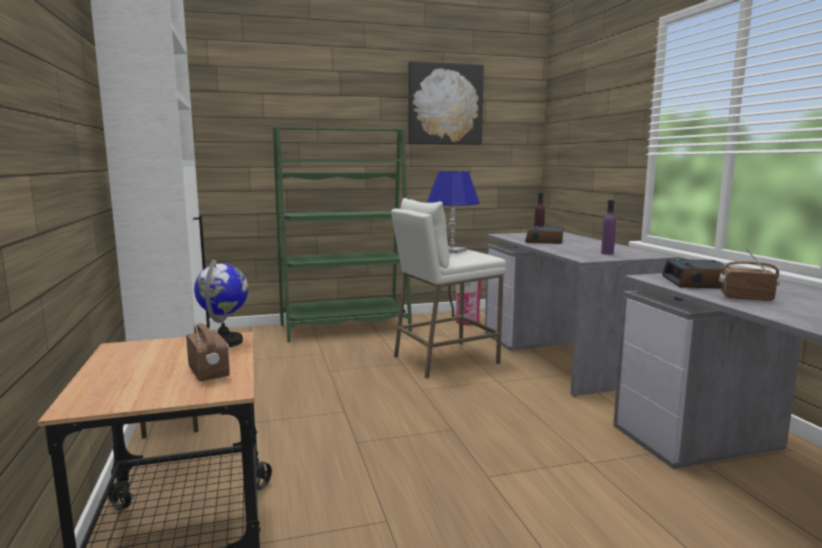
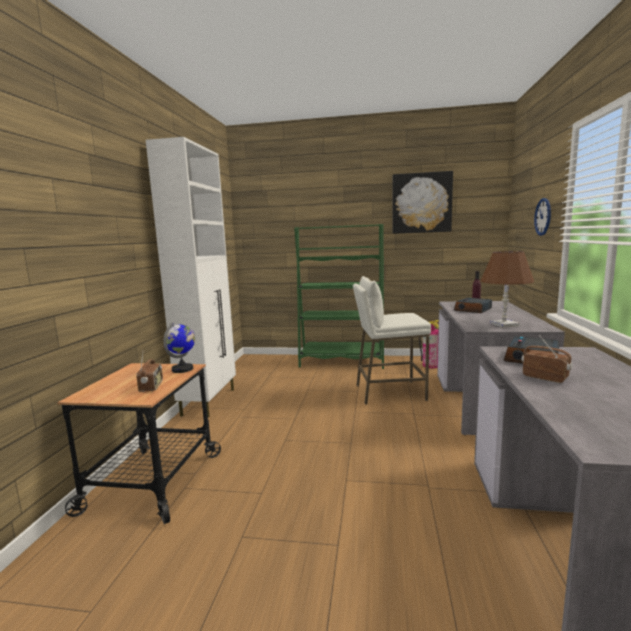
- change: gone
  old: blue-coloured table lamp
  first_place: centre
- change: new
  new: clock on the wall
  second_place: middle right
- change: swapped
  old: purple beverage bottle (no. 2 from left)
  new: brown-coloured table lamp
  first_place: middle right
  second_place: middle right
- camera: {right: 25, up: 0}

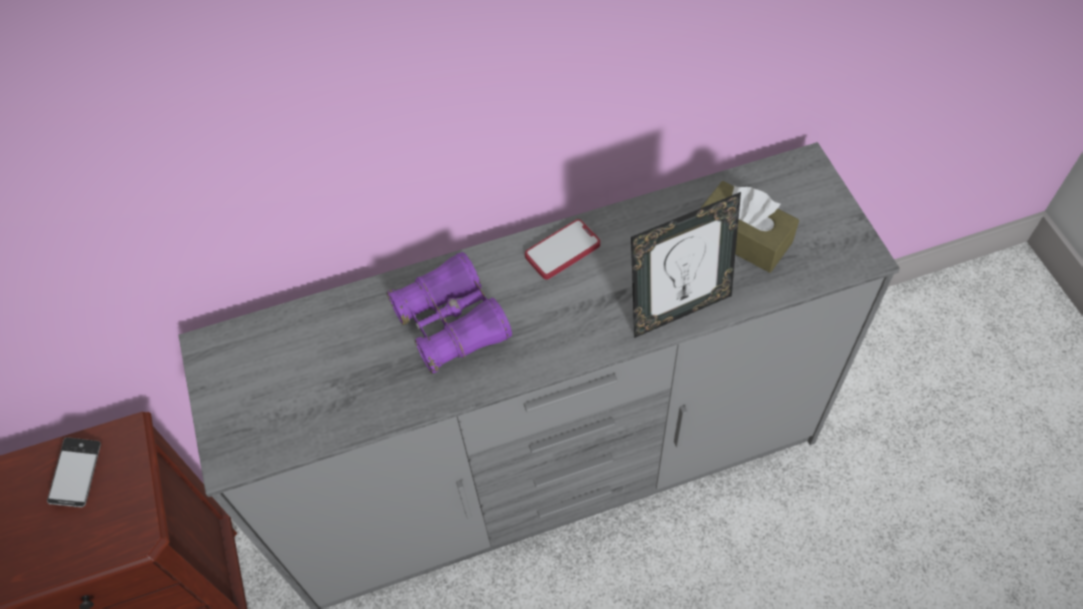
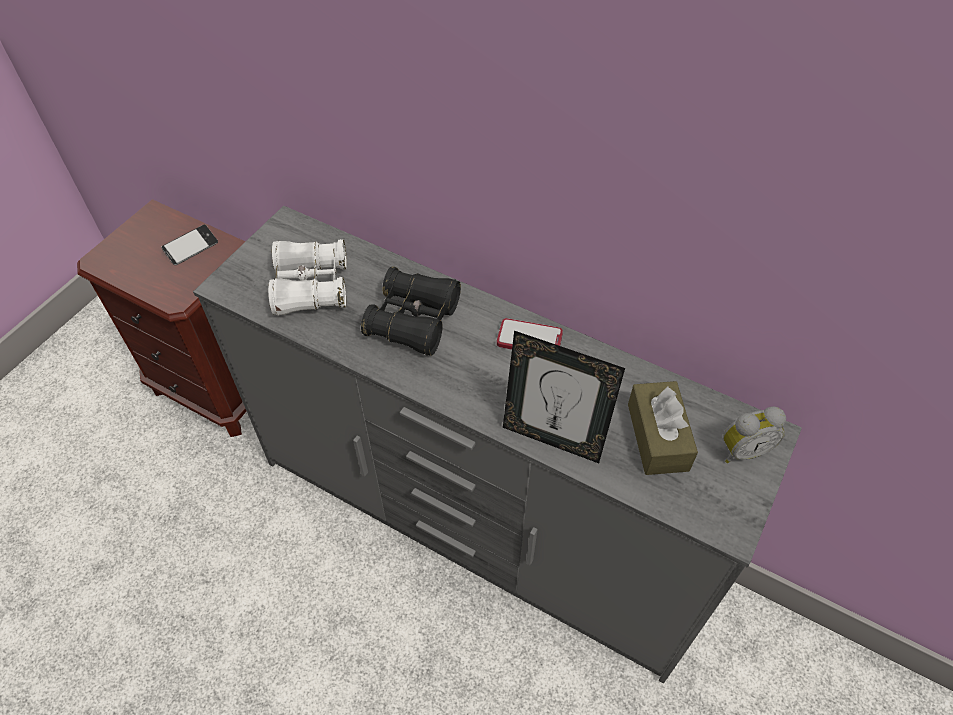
- change: new
  new: white pair of binoculars
  second_place: middle left
- change: new
  new: table clock
  second_place: middle right
- change: repainted
  old: purple pair of binoculars
  new: black-coloured pair of binoculars
  first_place: centre
  second_place: centre
- camera: {right: 45, up: -5}

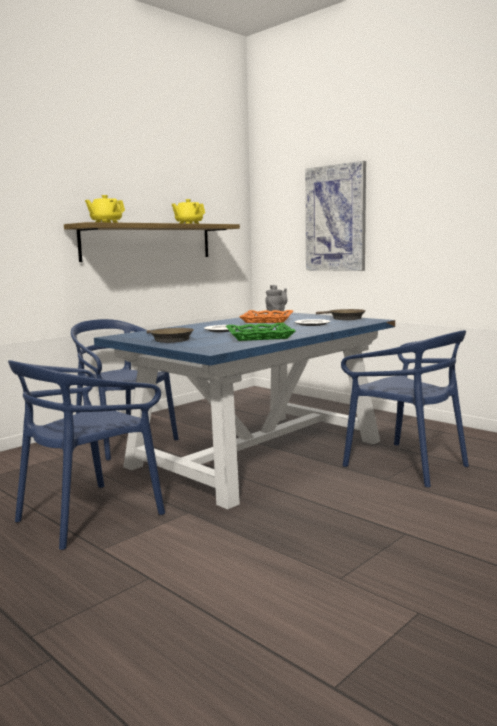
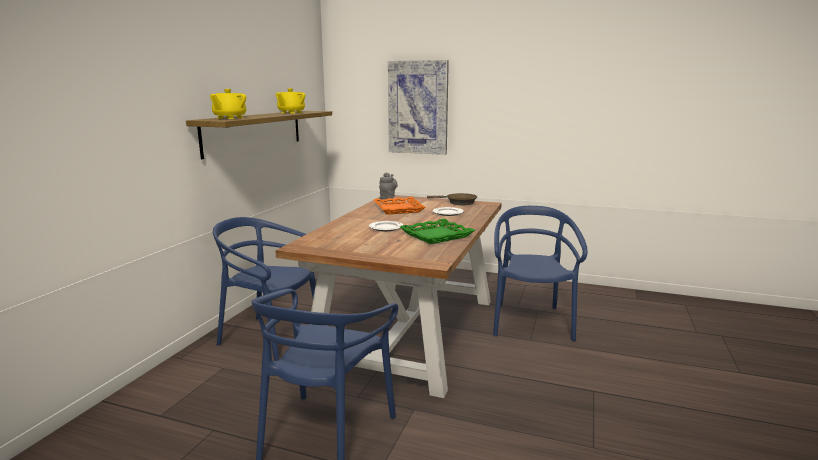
- change: gone
  old: brown-coloured frying pan (no. 1 from left)
  first_place: centre
- change: repainted
  old: blue-coloured kitchen table
  new: brown-coloured kitchen table
  first_place: centre
  second_place: centre
- change: rotated
  old: blue-coloured chair (no. 3 from left)
  first_place: middle right
  second_place: centre
  degrees: -105
- camera: {right: -25, up: 5}

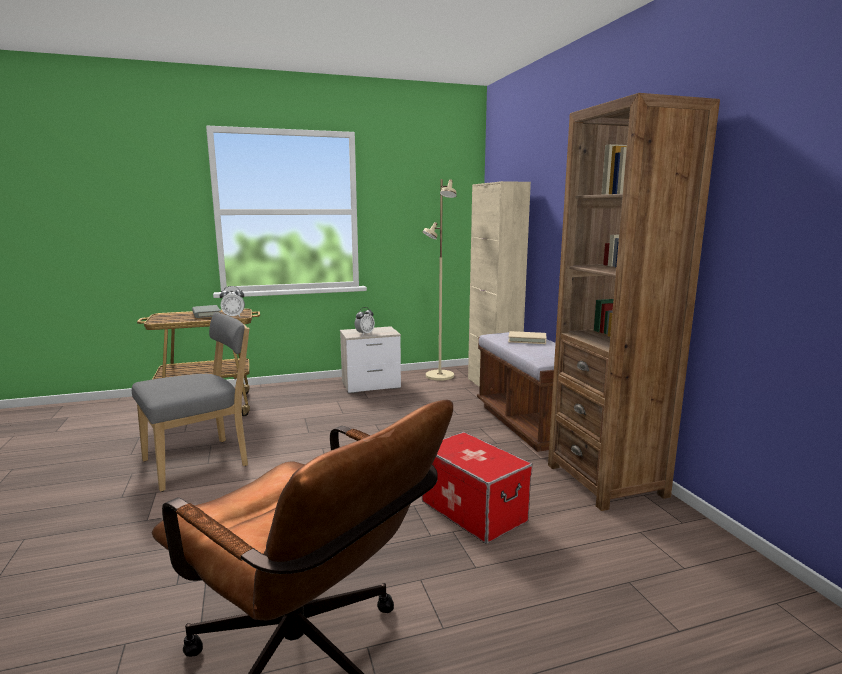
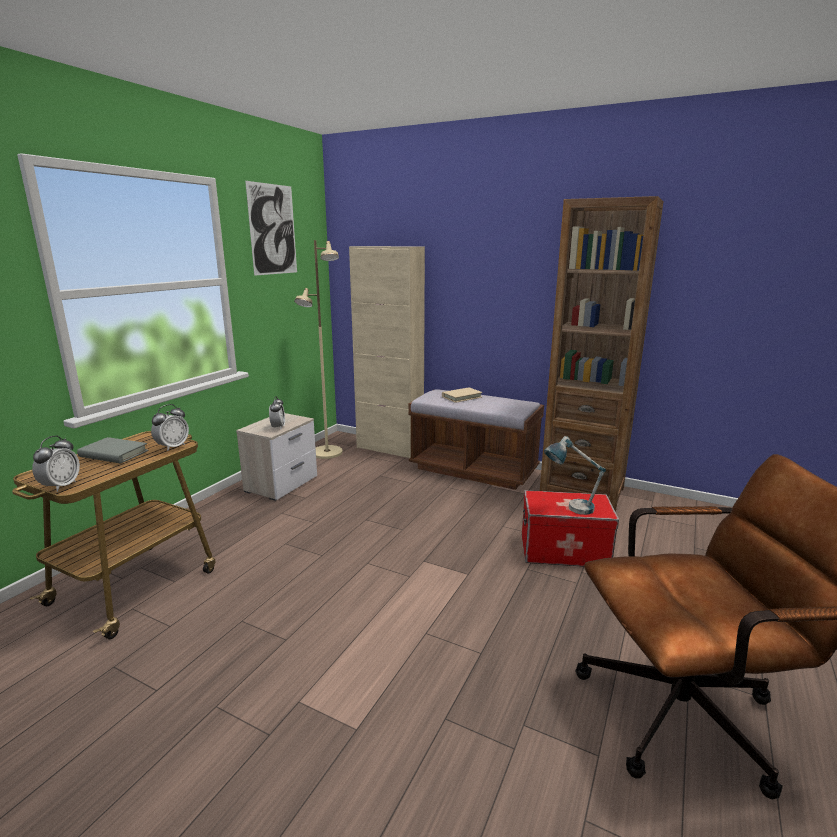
- change: gone
  old: grey chair
  first_place: middle left
- change: new
  new: table clock (no. 1 from left)
  second_place: middle left
- change: new
  new: picture
  second_place: top left
- change: new
  new: table lamp
  second_place: middle right
- camera: {right: -45, up: 5}

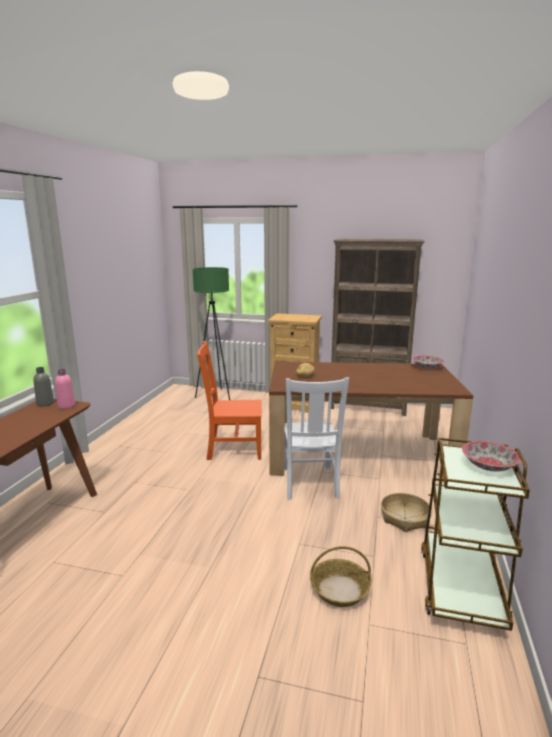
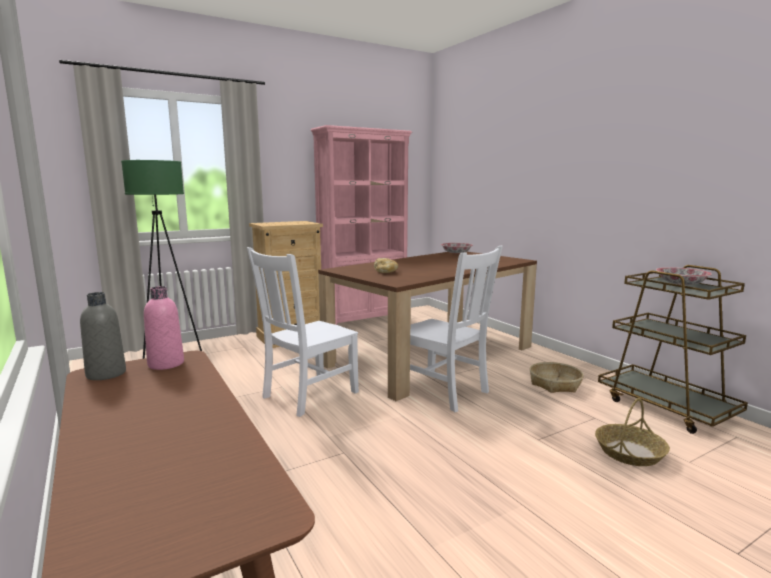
- change: repainted
  old: orangey chair
  new: white chair (no. 1 from left)
  first_place: centre
  second_place: centre
- change: repainted
  old: brown-coloured bookcase
  new: pinkish bookcase
  first_place: middle right
  second_place: centre
- camera: {right: -45, up: -5}

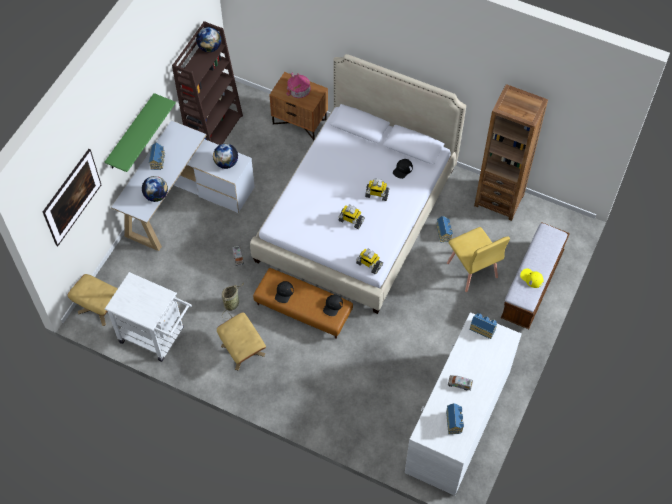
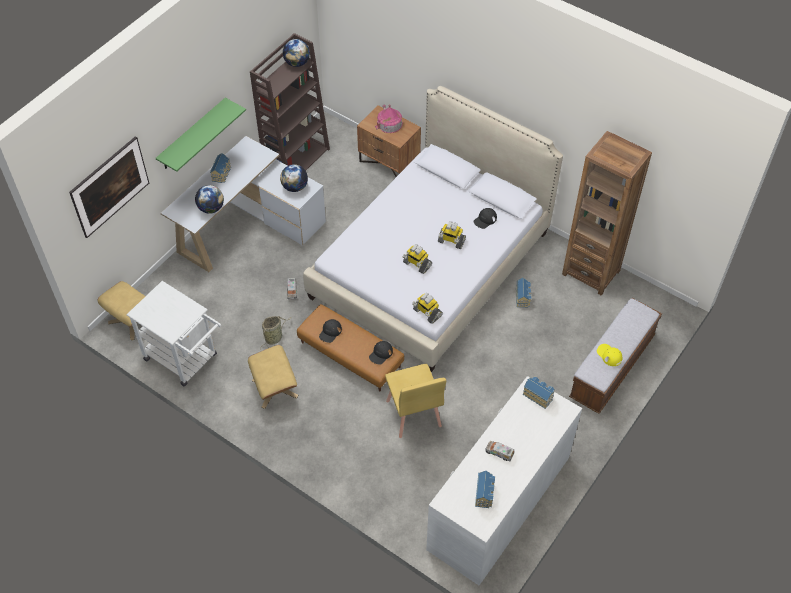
- change: shifted
  old: yellow-coloured chair
  first_place: middle right
  second_place: bottom centre
- camera: {right: 10, up: -5}

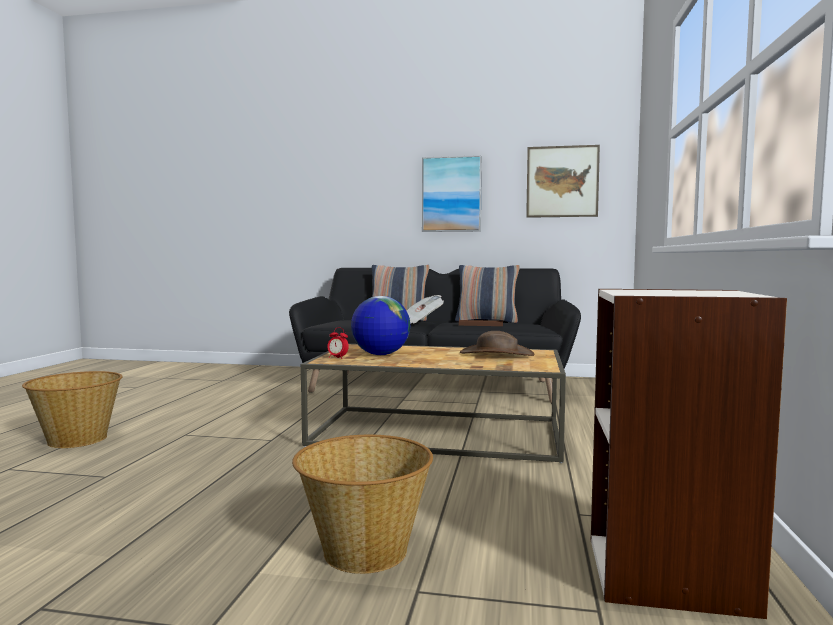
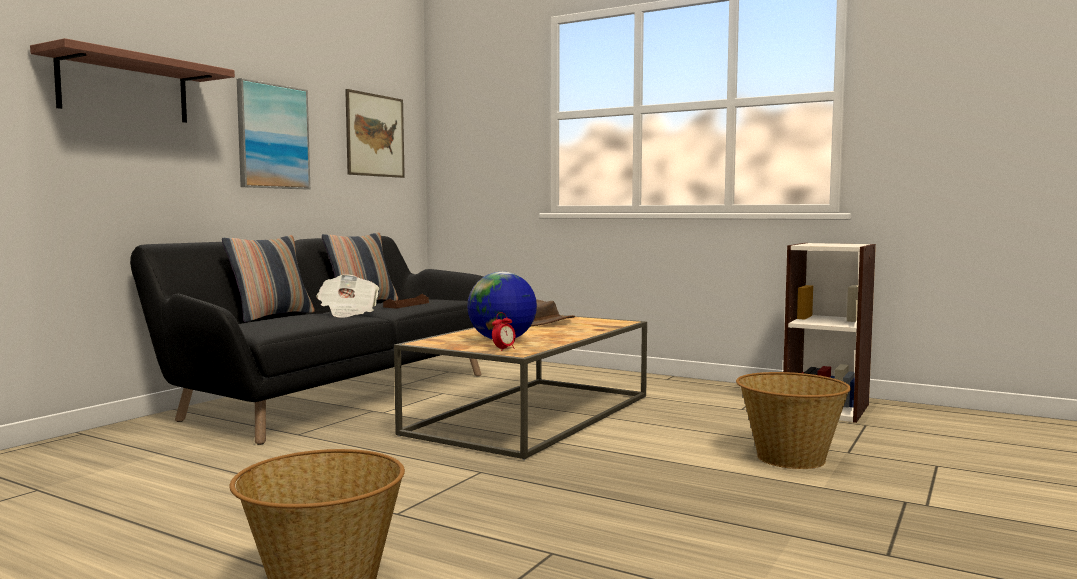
- change: new
  new: shelf
  second_place: top left
- camera: {right: -70, up: 0}

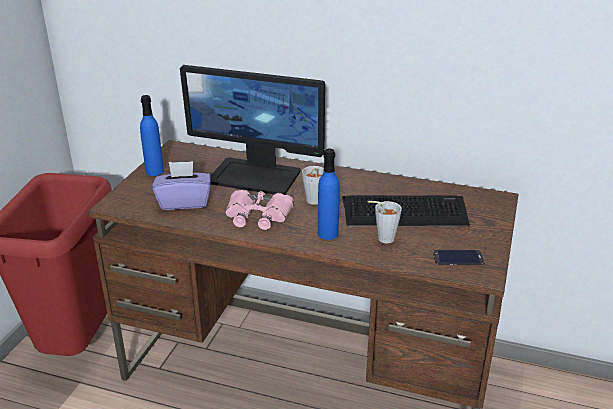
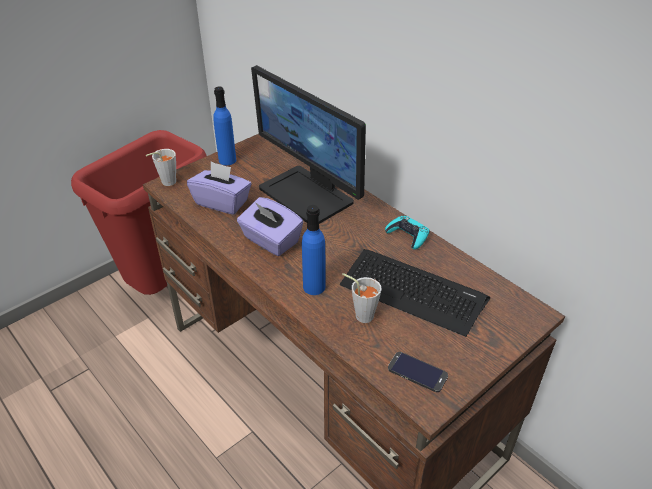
- change: new
  new: blue-green joypad
  second_place: centre
- change: shifted
  old: grey small cup (no. 1 from left)
  first_place: centre
  second_place: middle left
- change: swapped
  old: pinkish pair of binoculars
  new: purple tissue box (no. 2 from left)
  first_place: centre
  second_place: centre
- camera: {right: 30, up: 10}

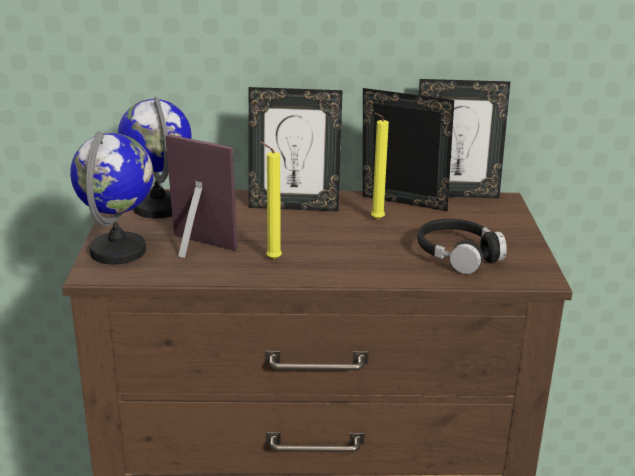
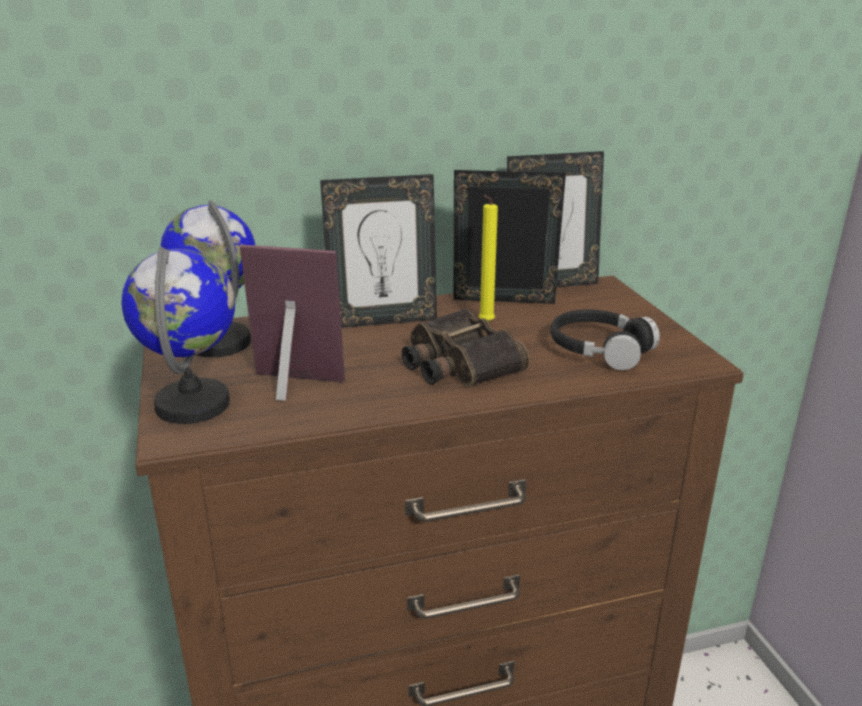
- change: gone
  old: yellow-coloured candle (no. 1 from left)
  first_place: centre
- change: new
  new: pair of binoculars
  second_place: centre
- camera: {right: -15, up: 0}

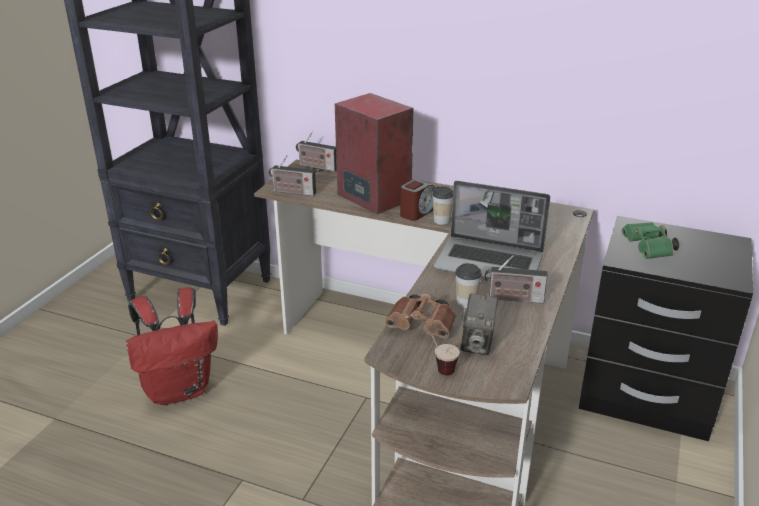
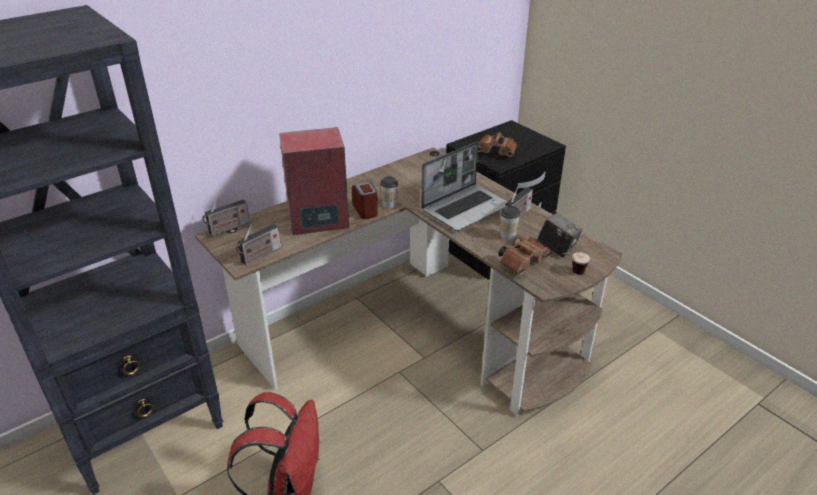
- change: repainted
  old: green pair of binoculars
  new: brown-coloured pair of binoculars (no. 1 from left)
  first_place: middle right
  second_place: top centre
- camera: {right: -60, up: 5}

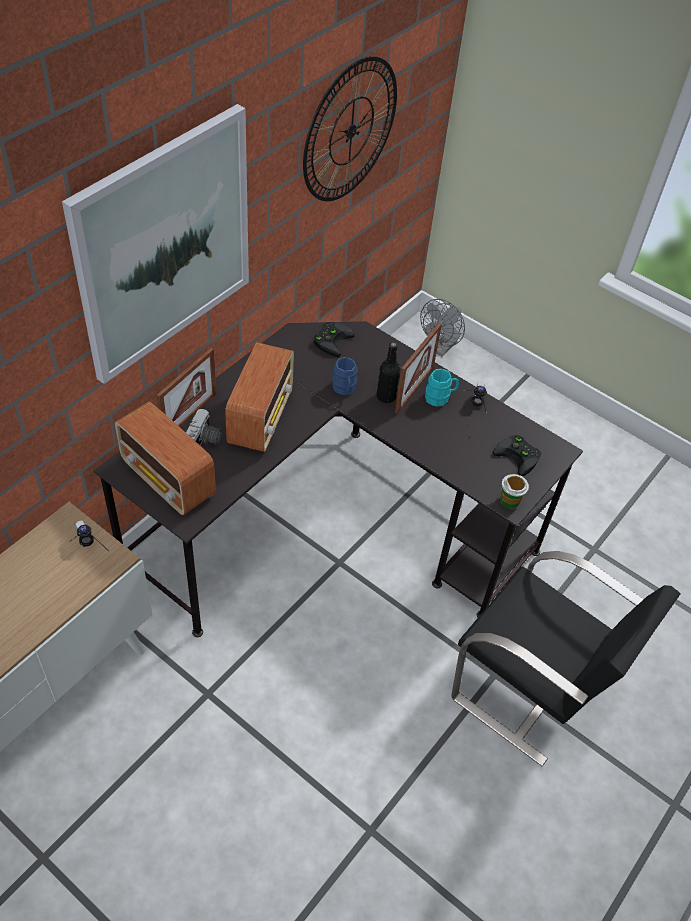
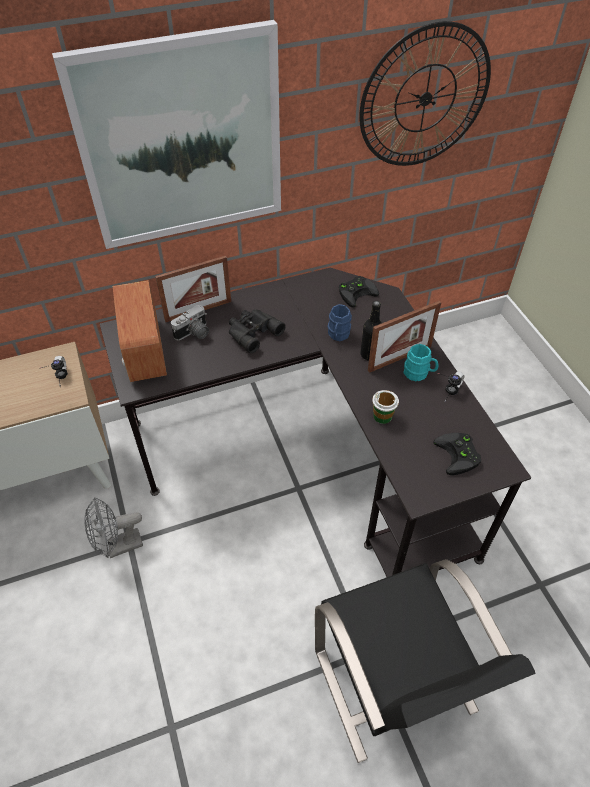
- change: shifted
  old: grey fan
  first_place: centre
  second_place: bottom left
- change: shifted
  old: small cup
  first_place: middle right
  second_place: centre
- change: swapped
  old: radio receiver (no. 2 from left)
  new: black-coloured pair of binoculars
  first_place: centre
  second_place: centre
- camera: {right: 35, up: 0}

